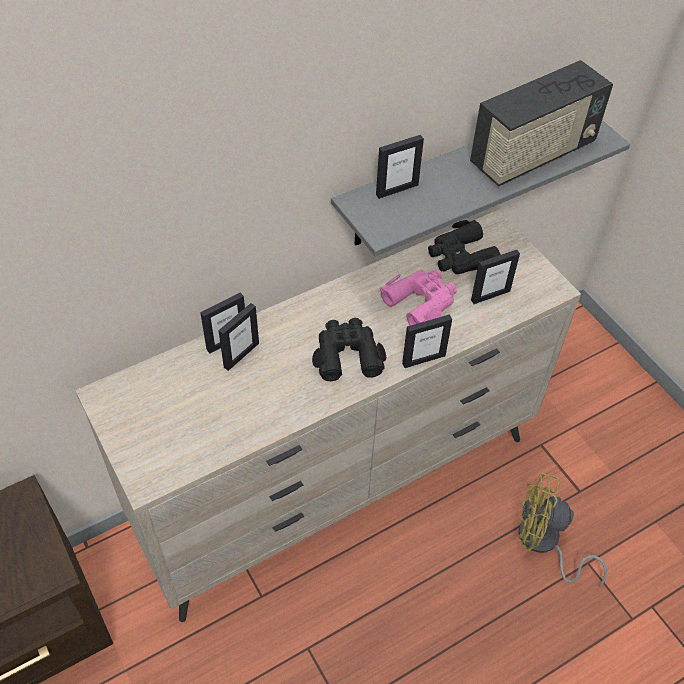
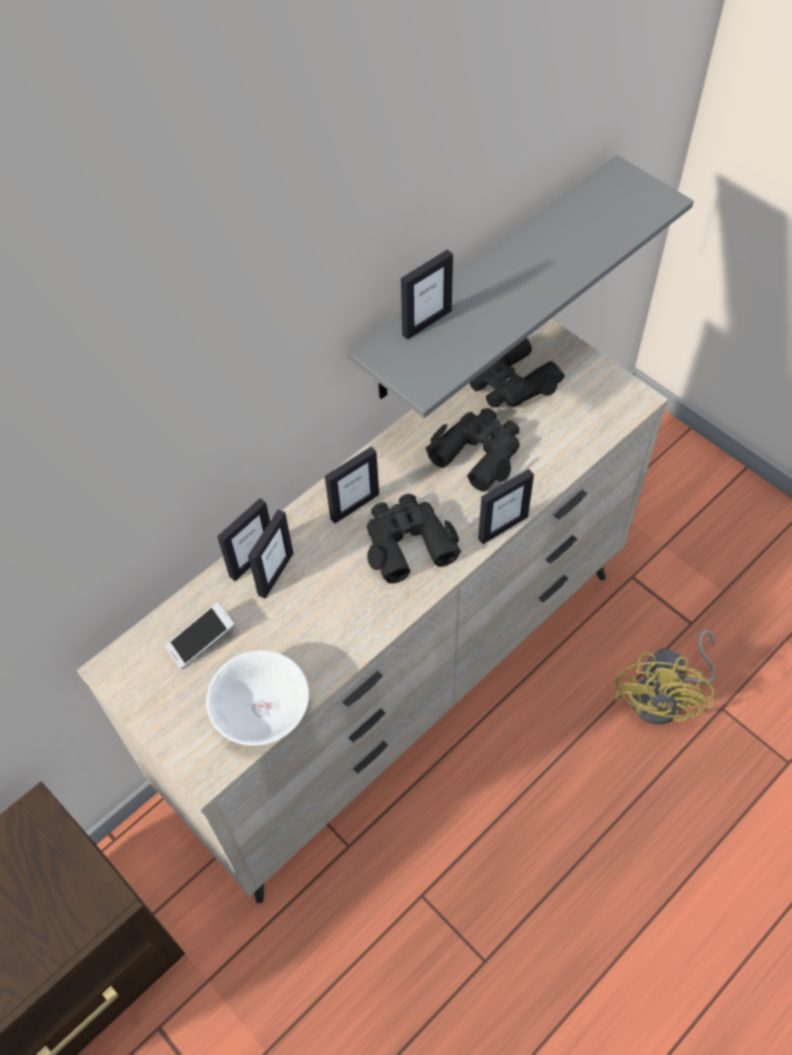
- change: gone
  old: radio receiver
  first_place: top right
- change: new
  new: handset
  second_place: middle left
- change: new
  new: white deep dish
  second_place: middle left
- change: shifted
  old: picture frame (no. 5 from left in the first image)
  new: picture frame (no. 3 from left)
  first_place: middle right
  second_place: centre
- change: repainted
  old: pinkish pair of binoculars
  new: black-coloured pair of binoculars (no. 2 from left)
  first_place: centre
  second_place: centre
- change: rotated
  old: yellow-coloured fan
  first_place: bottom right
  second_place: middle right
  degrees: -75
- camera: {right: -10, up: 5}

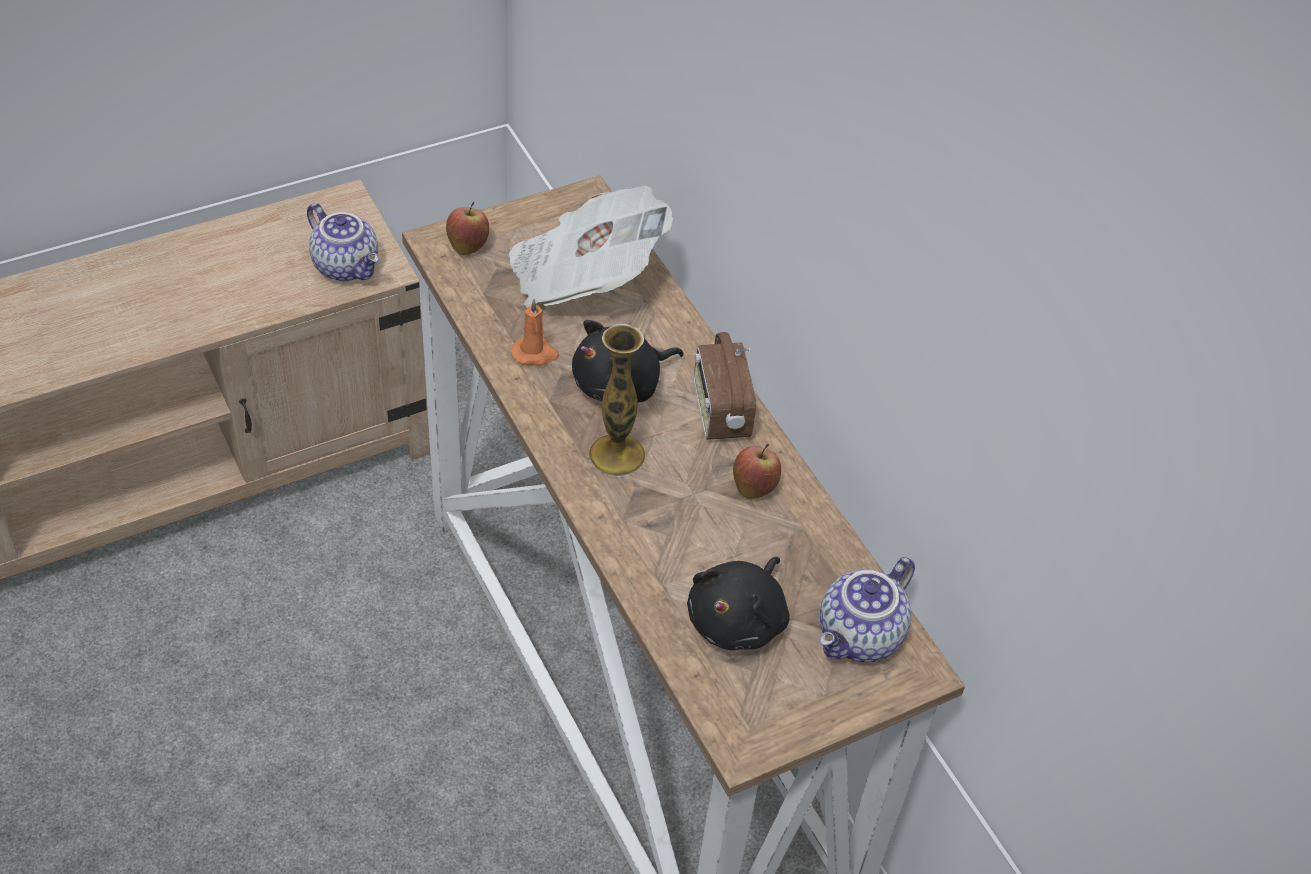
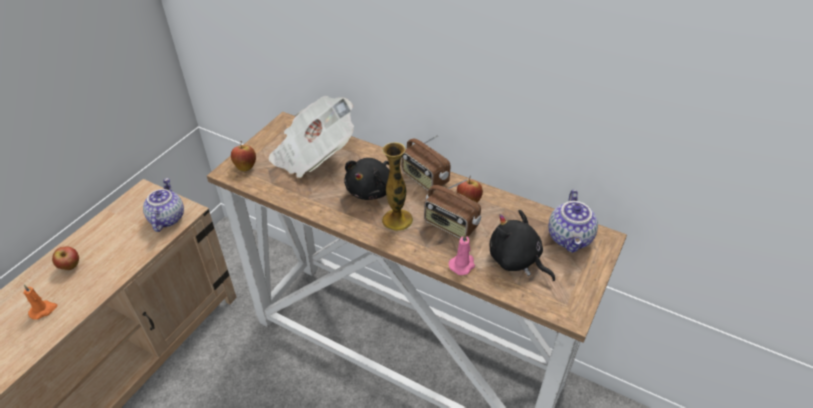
- change: new
  new: whole apple (no. 1 from left)
  second_place: middle left
- change: new
  new: radio receiver (no. 2 from left)
  second_place: centre
- change: new
  new: pinkish candle
  second_place: centre
- change: shifted
  old: orangey candle
  first_place: centre
  second_place: bottom left
- change: rotated
  old: pot for tea (no. 1 from left)
  first_place: top left
  second_place: middle left
  degrees: -105
- change: rotated
  old: black-coloured plush toy (no. 2 from left)
  first_place: bottom centre
  second_place: centre
  degrees: 135
- camera: {right: -30, up: -5}

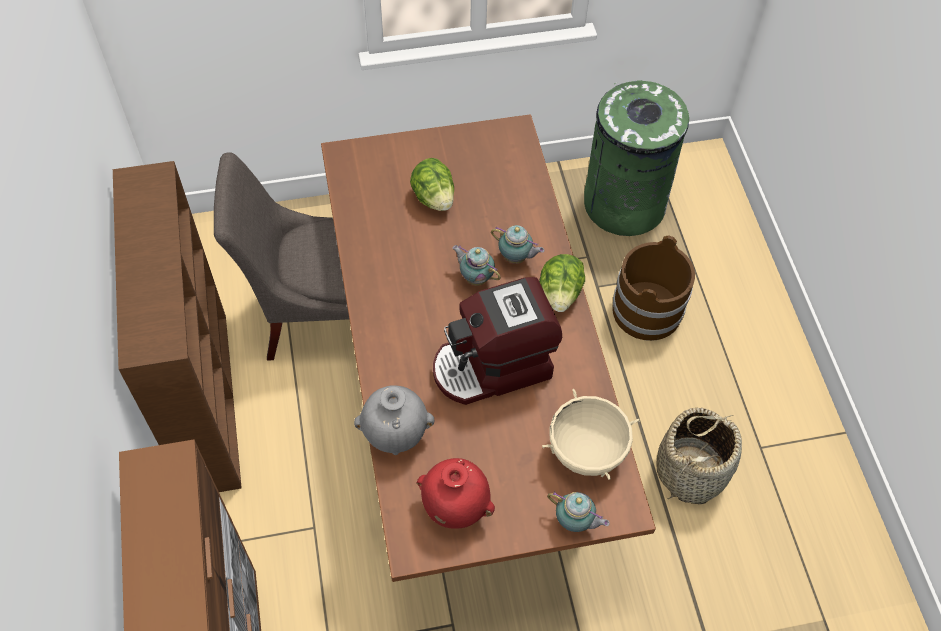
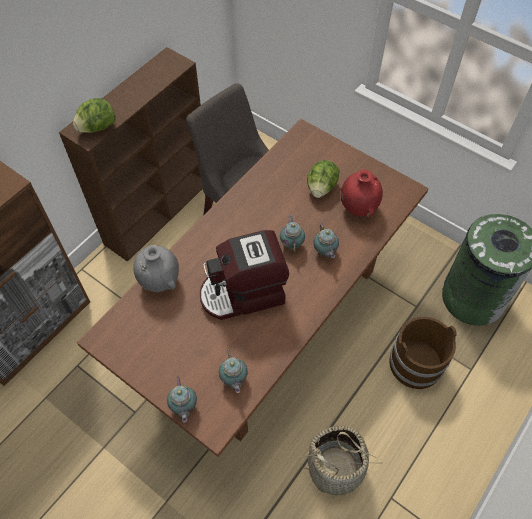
- change: shifted
  old: red decorative vase
  first_place: bottom centre
  second_place: middle right
- change: shifted
  old: lettuce (no. 2 from left in the first image)
  new: lettuce (no. 1 from left)
  first_place: centre
  second_place: top left
- change: swapped
  old: sand-coloured cooking pot
  new: pot for tea (no. 2 from left)
  first_place: bottom centre
  second_place: bottom centre
- change: rotated
  old: coffee brewer
  first_place: centre
  second_place: centre
  degrees: -45
- camera: {right: 50, up: 0}

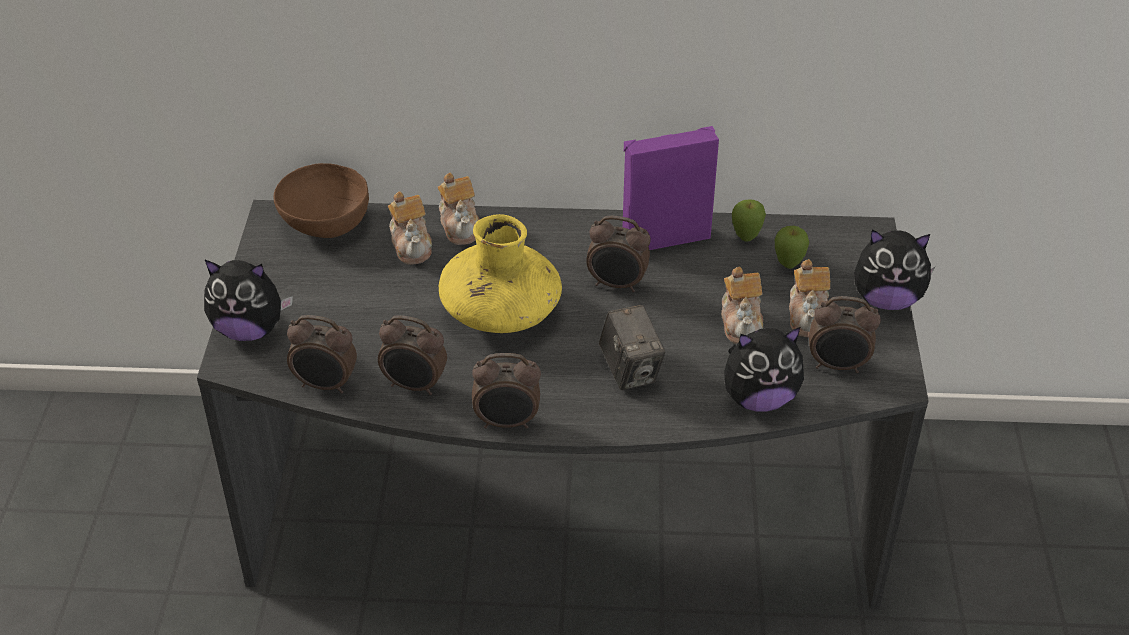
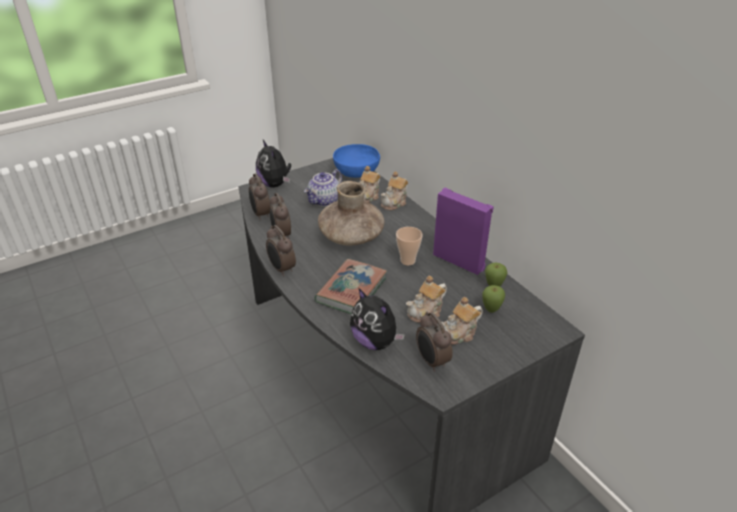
- change: gone
  old: plush toy (no. 3 from left)
  first_place: middle right
- change: new
  new: pot for tea (no. 1 from left)
  second_place: centre
- change: swapped
  old: table clock (no. 4 from left)
  new: small cup
  first_place: centre
  second_place: centre
- change: swapped
  old: still camera
  new: bound book
  first_place: centre
  second_place: centre
- change: repainted
  old: brown-coloured deep dish
  new: blue-coloured deep dish
  first_place: top left
  second_place: top centre
- change: repainted
  old: yellow-coloured decorative vase
  new: brown-coloured decorative vase
  first_place: centre
  second_place: centre
- camera: {right: 55, up: -5}

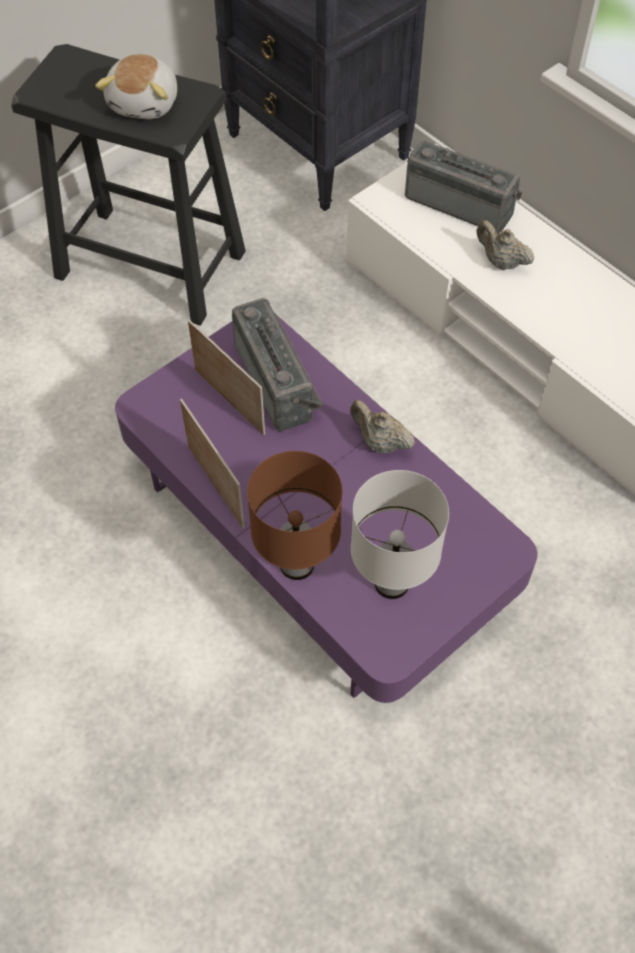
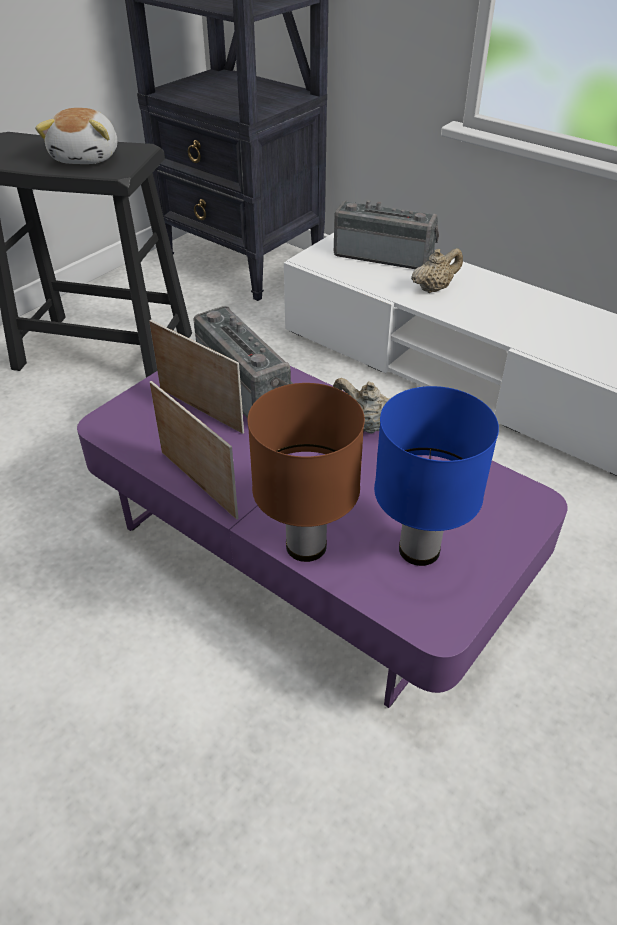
- change: repainted
  old: white table lamp
  new: blue-coloured table lamp
  first_place: centre
  second_place: middle right
- change: rotated
  old: sand-coloured pot for tea (no. 2 from left)
  first_place: top right
  second_place: top right
  degrees: 120
- camera: {right: -10, up: -15}

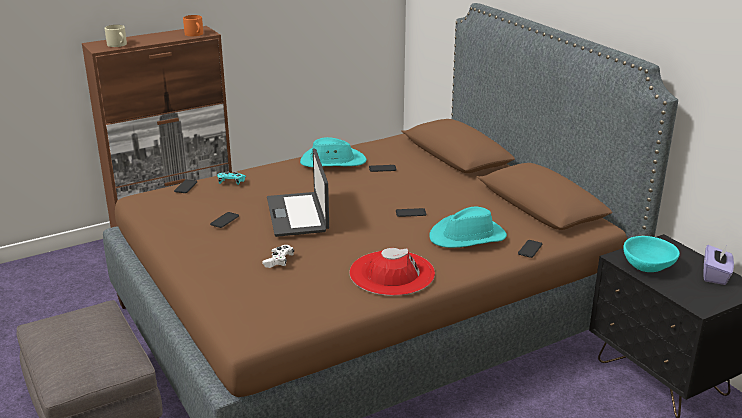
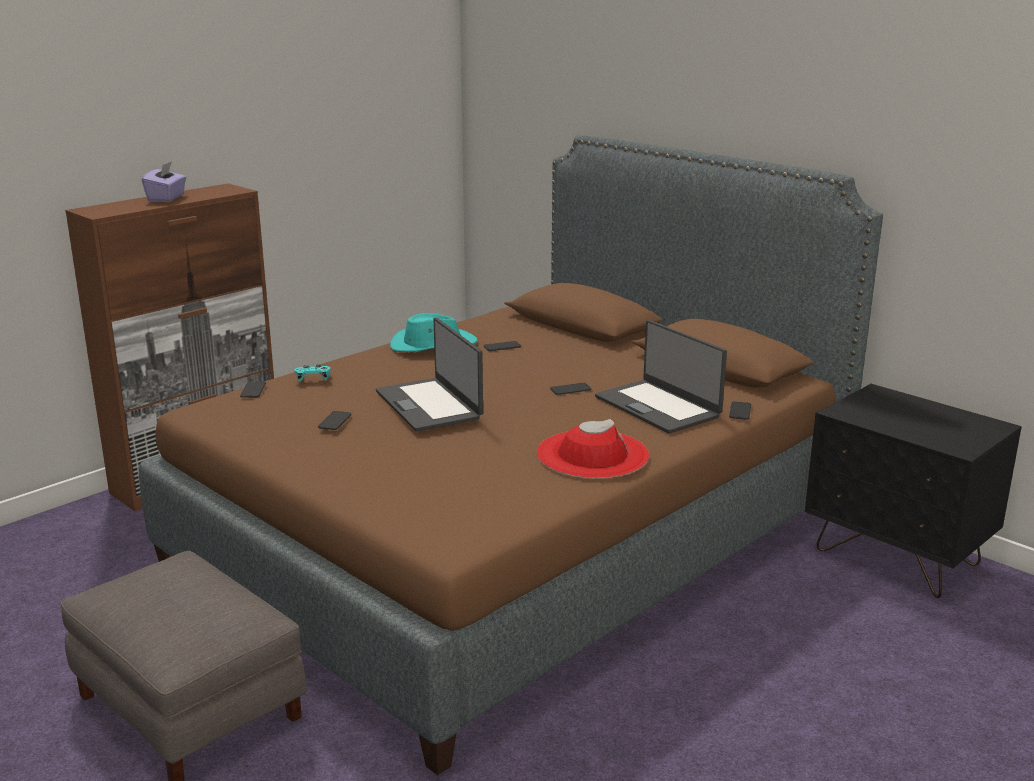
- change: gone
  old: sand-coloured coffee mug
  first_place: top left
- change: gone
  old: orangey coffee mug
  first_place: top left
- change: gone
  old: white joypad
  first_place: centre
- change: gone
  old: blue-green deep dish
  first_place: middle right
- change: shifted
  old: purple tissue box
  first_place: middle right
  second_place: top left
- change: swapped
  old: blue-green wearable hat (no. 2 from left)
  new: notebook computer (no. 2 from left)
  first_place: centre
  second_place: centre
- camera: {right: -15, up: -5}

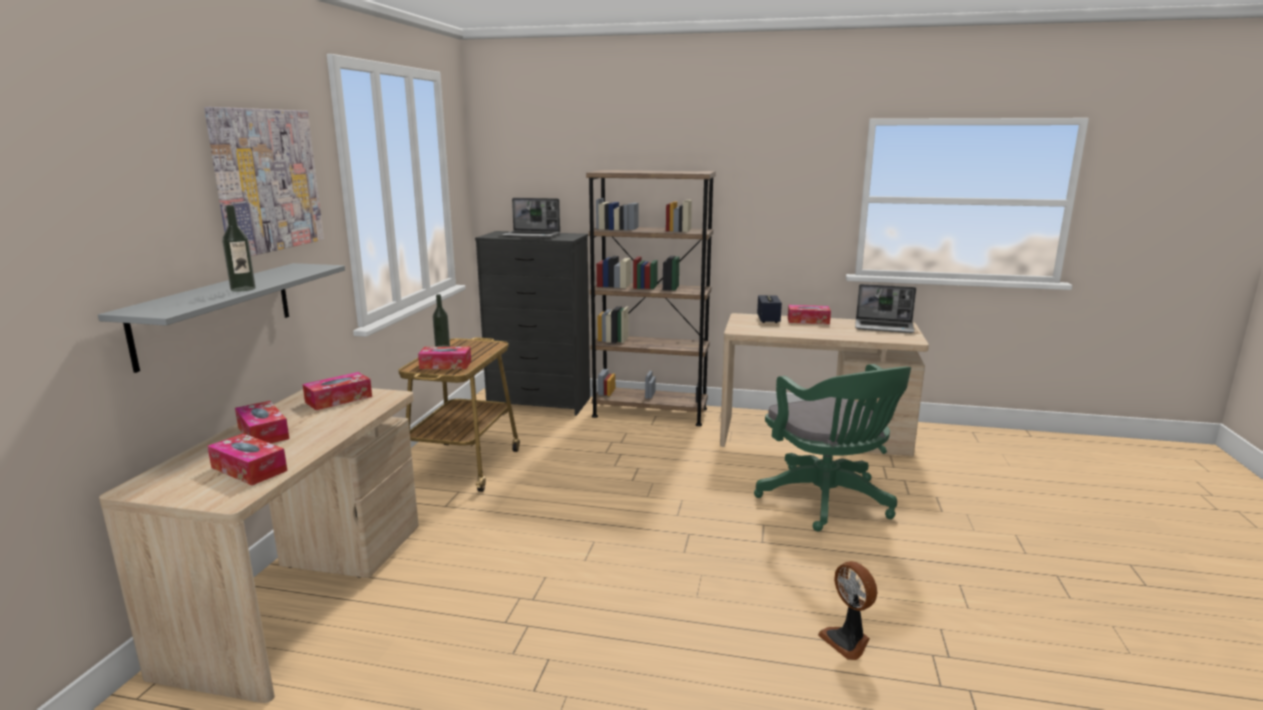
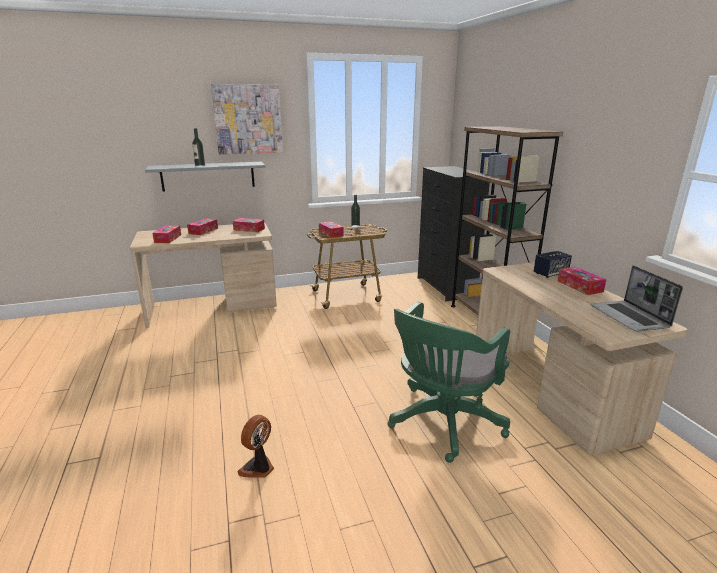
- change: gone
  old: notebook computer (no. 1 from left)
  first_place: top centre
- camera: {right: 60, up: 5}

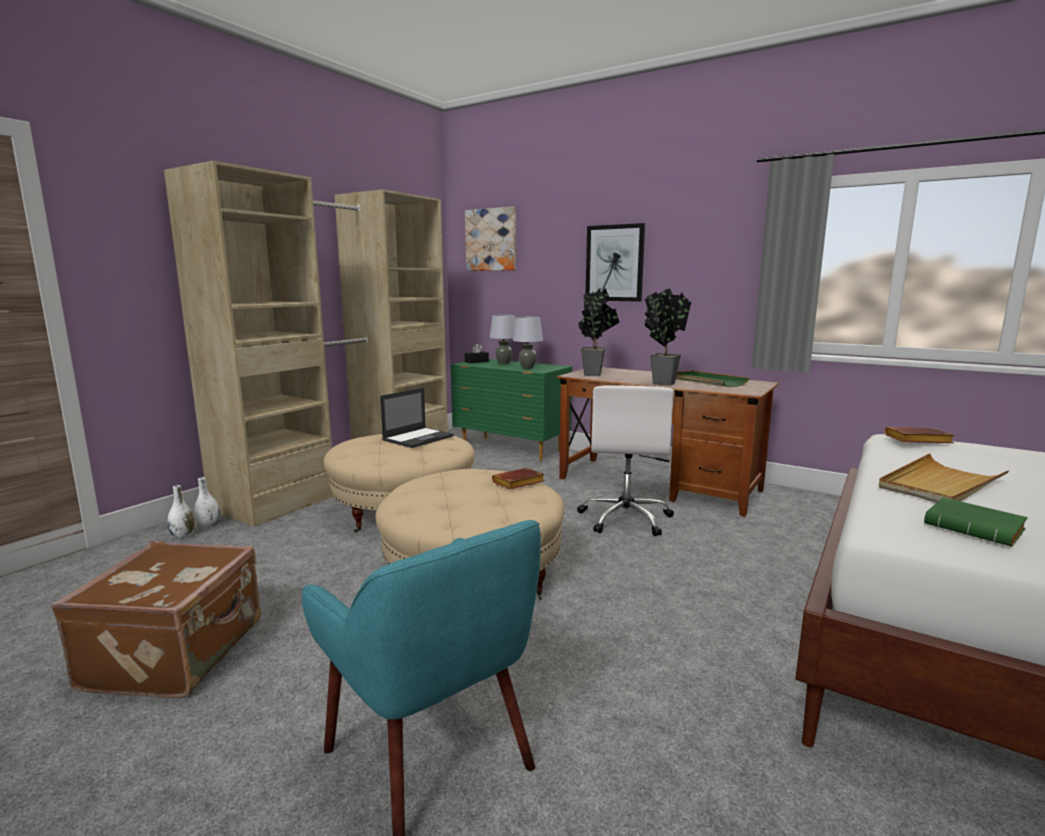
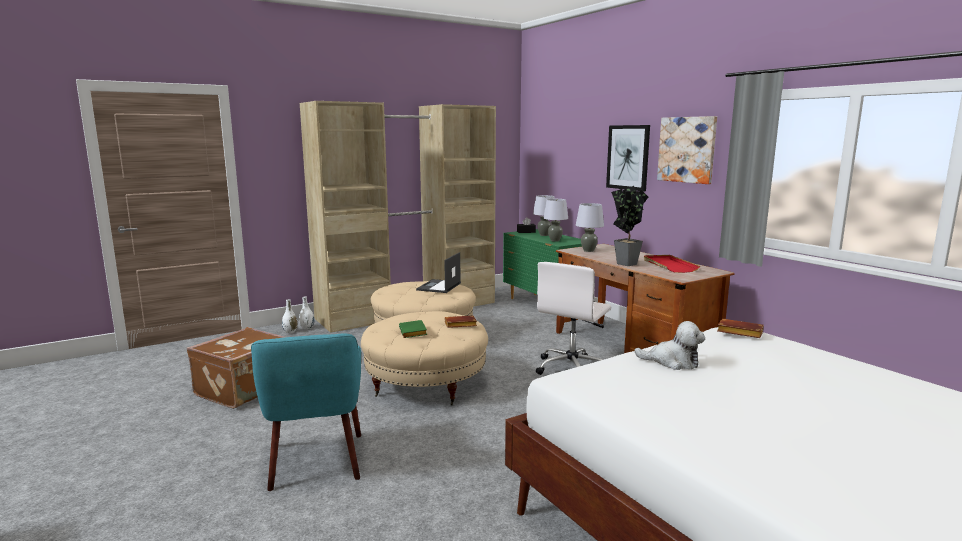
- change: shifted
  old: picture (no. 1 from left in the first image)
  new: picture (no. 2 from left)
  first_place: top centre
  second_place: top right
- change: shifted
  old: green bound book
  first_place: middle right
  second_place: centre
- change: swapped
  old: plant in a pot (no. 1 from left)
  new: grey table lamp (no. 3 from left)
  first_place: centre
  second_place: centre
- change: swapped
  old: sand-coloured serving tray
  new: plush toy
  first_place: middle right
  second_place: middle right
- change: repainted
  old: green serving tray
  new: red serving tray
  first_place: middle right
  second_place: middle right
- change: rotated
  old: notebook computer
  first_place: centre
  second_place: centre
  degrees: 135
- camera: {right: 25, up: 0}

